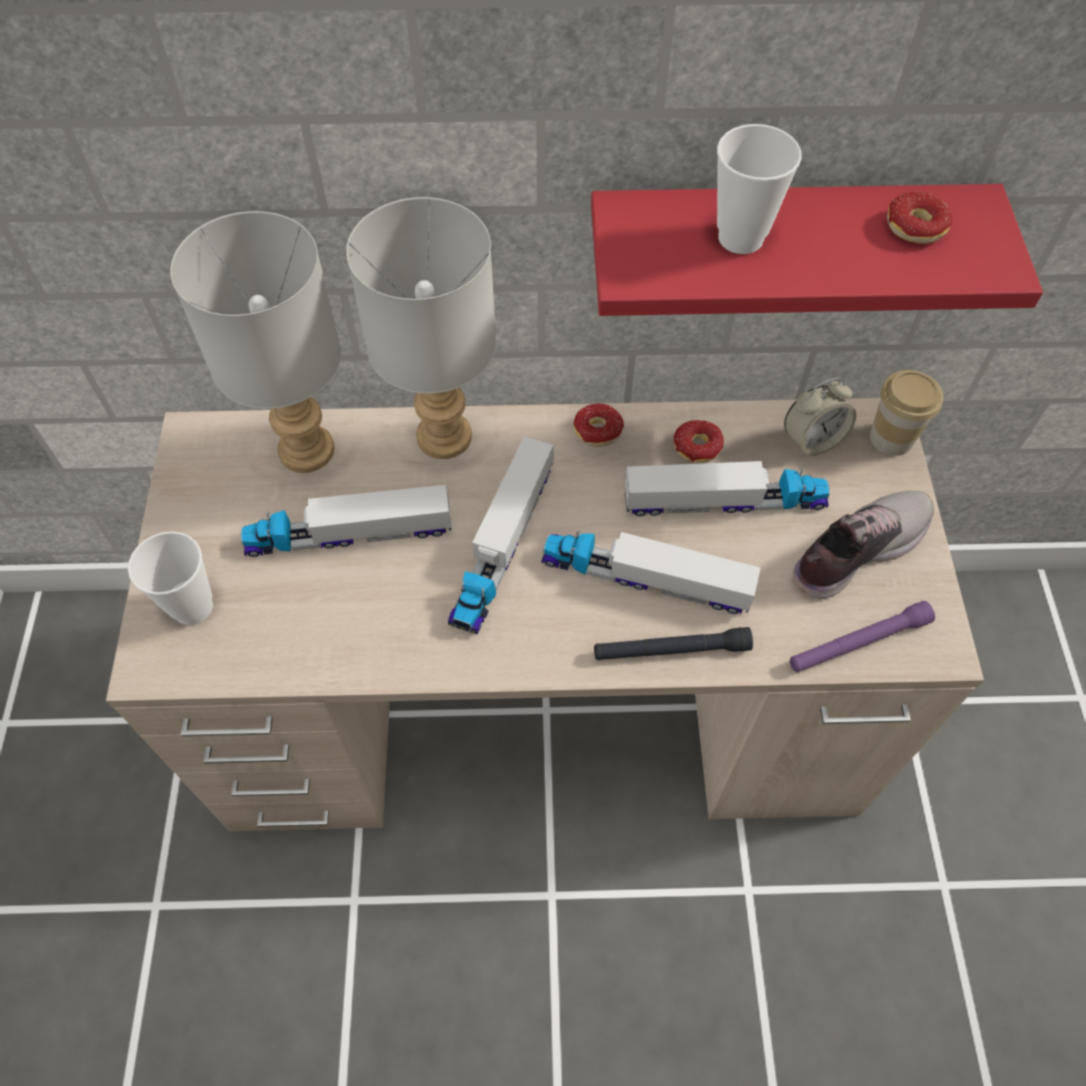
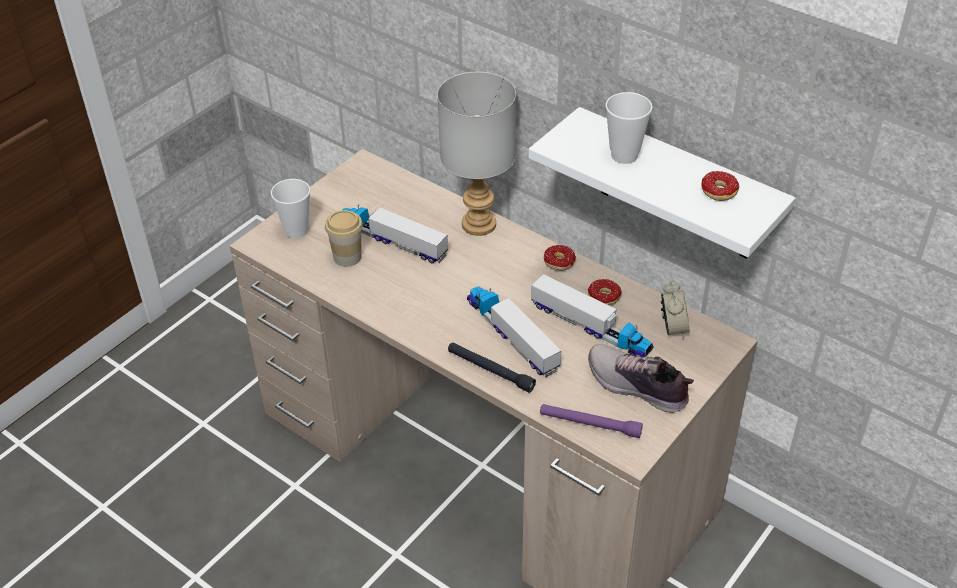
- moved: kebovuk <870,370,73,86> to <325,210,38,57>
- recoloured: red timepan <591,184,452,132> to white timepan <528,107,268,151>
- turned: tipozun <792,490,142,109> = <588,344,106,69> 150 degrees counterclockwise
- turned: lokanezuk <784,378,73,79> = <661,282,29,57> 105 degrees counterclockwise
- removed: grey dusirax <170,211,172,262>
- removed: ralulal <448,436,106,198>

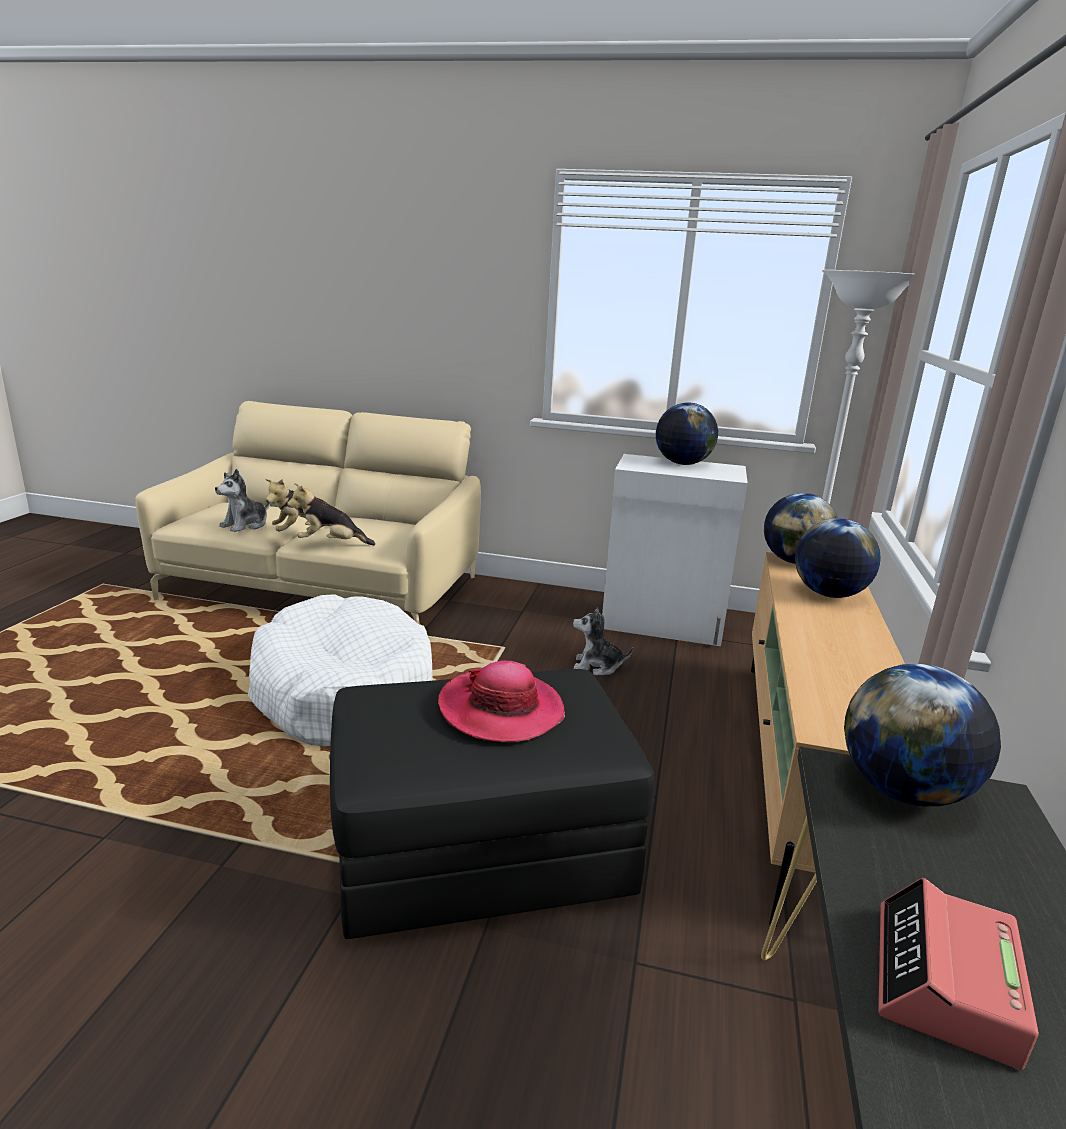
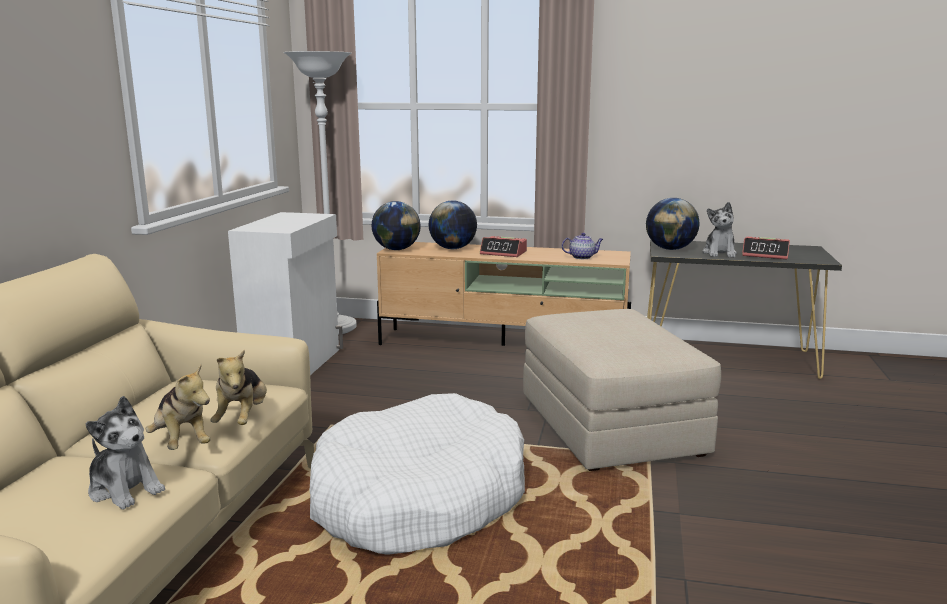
- added: lokanezuk <480,236,47,21>
- recoloured: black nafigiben <330,669,325,270> to beige nafigiben <523,309,198,162>
- added: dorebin <562,233,41,26>
- moved: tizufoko <573,607,60,69> to <702,202,35,56>
- removed: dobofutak <438,660,127,82>
- removed: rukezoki <656,402,62,63>

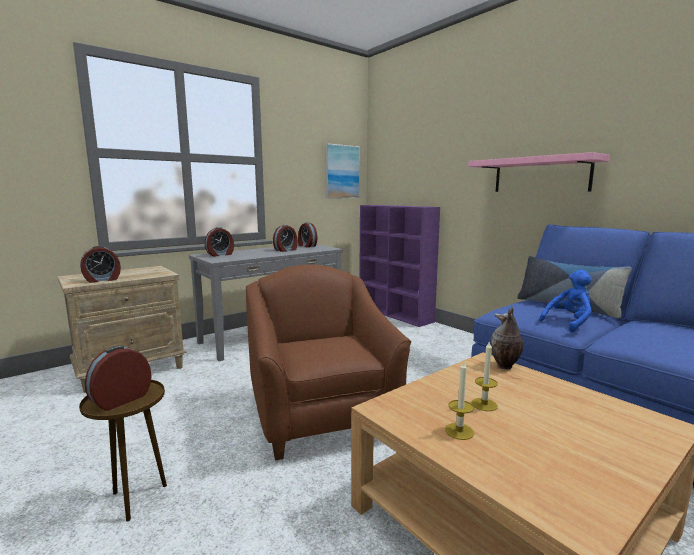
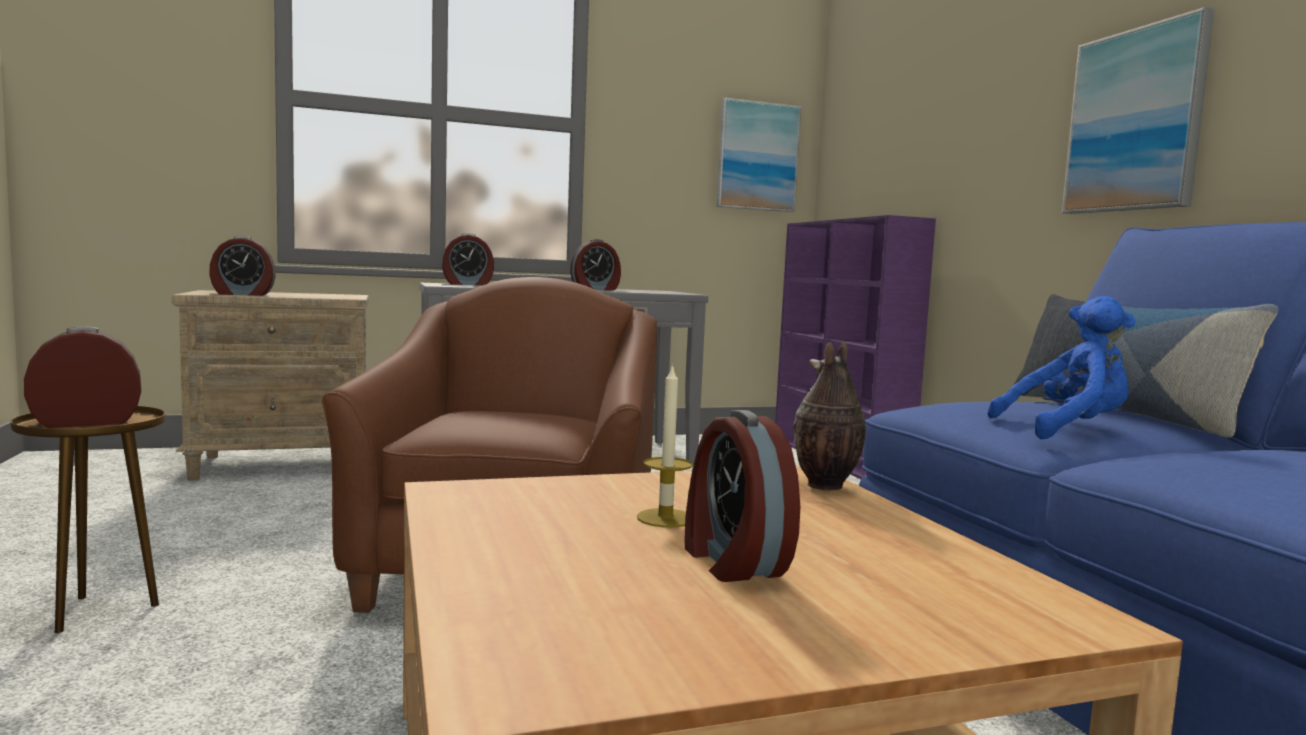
- moved: lokanezuk <298,222,19,25> to <685,410,115,172>
- replaced: pink timepan <468,152,142,40> to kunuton <1062,7,153,207>
- removed: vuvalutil <445,361,29,79>

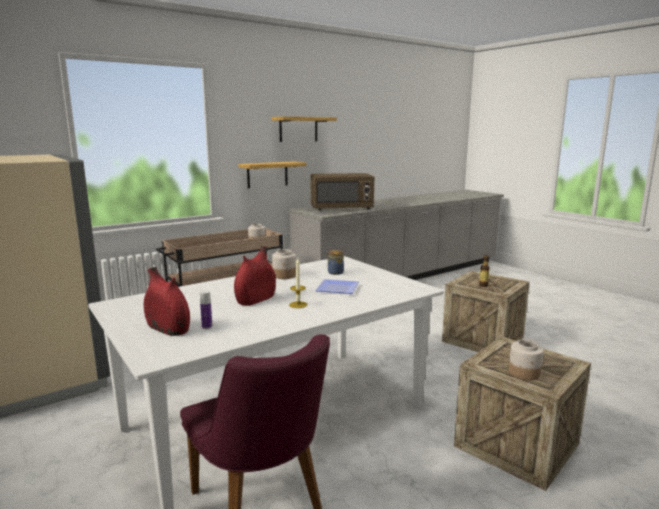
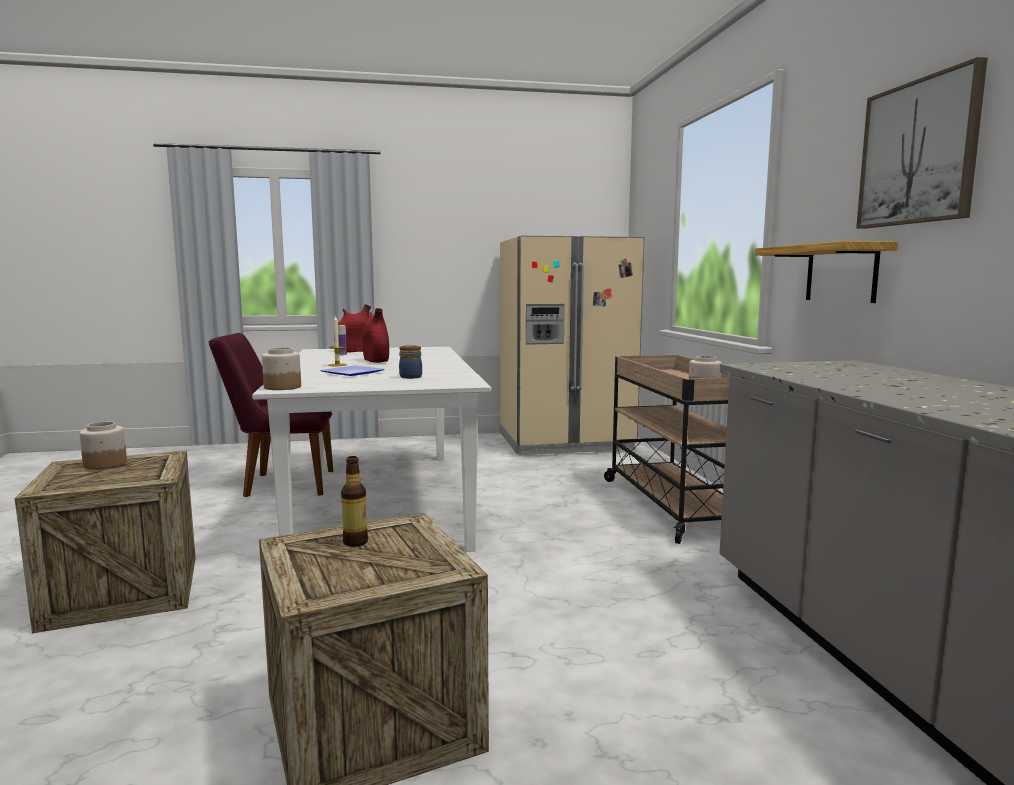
- moved: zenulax <272,249,24,30> to <262,347,39,43>
- replaced: timepan <271,117,66,25> to kunuton <856,57,132,172>
- removed: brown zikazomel <310,173,64,38>

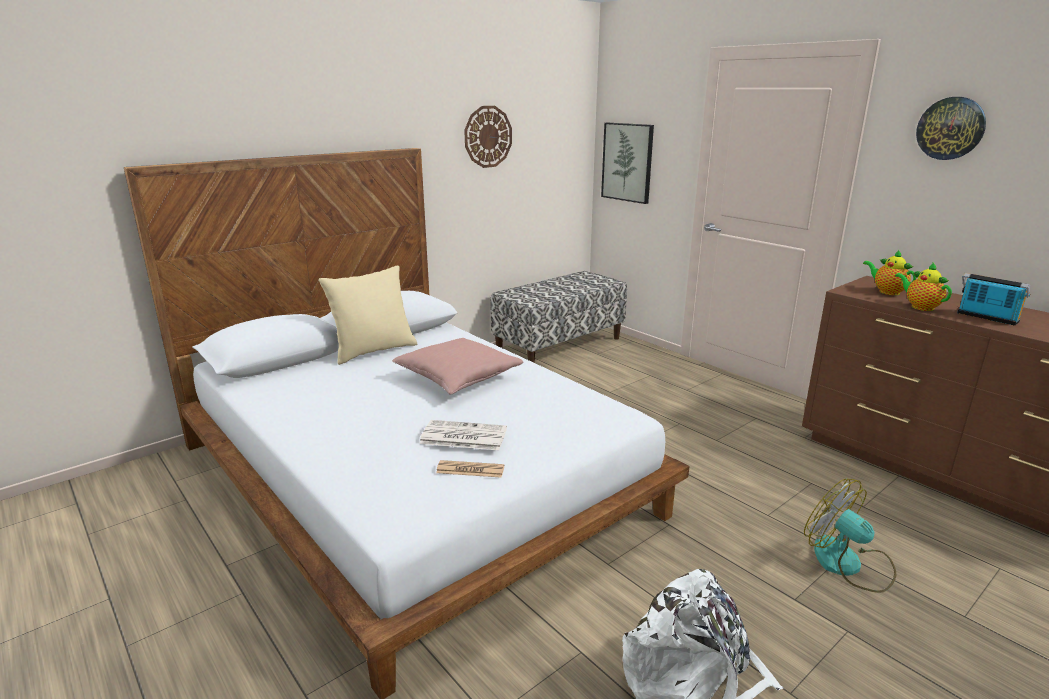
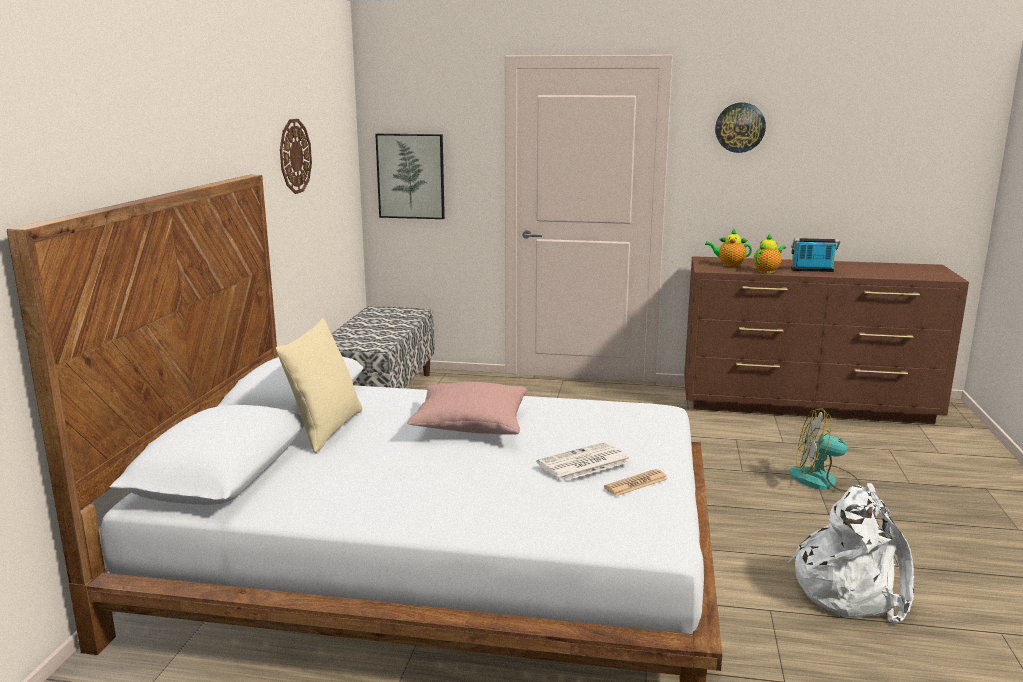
- turned: dorebin <895,263,57,48> = <753,233,33,40> 120 degrees clockwise

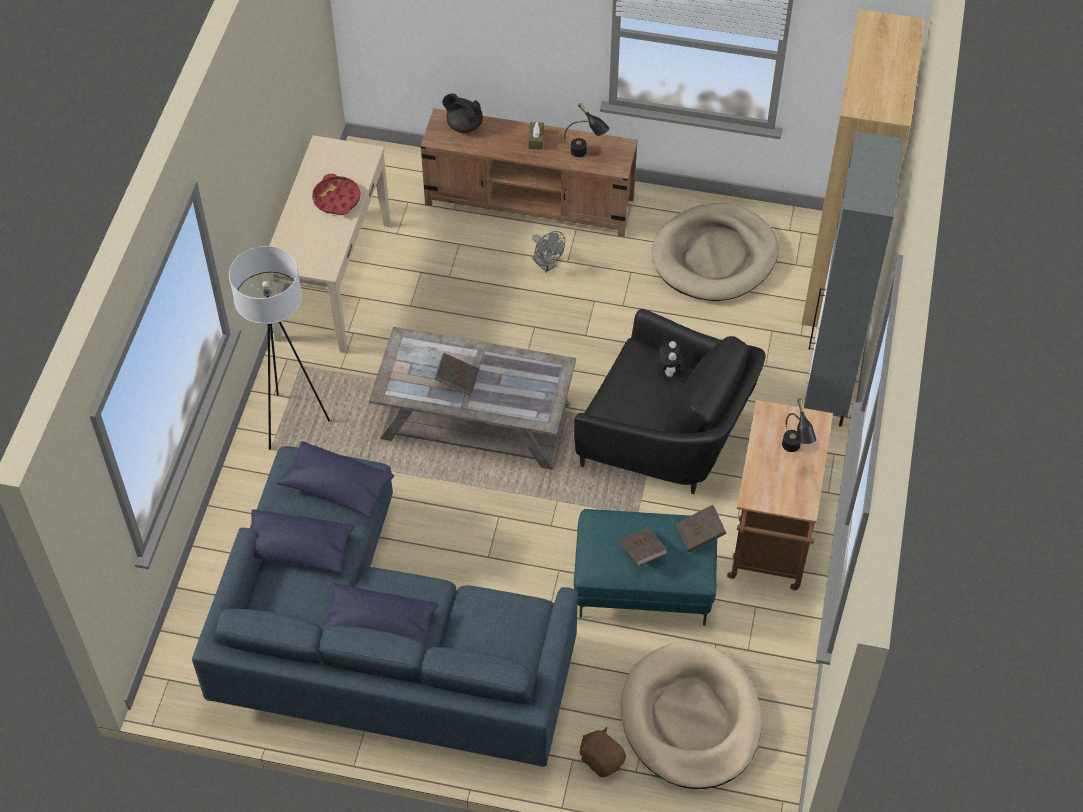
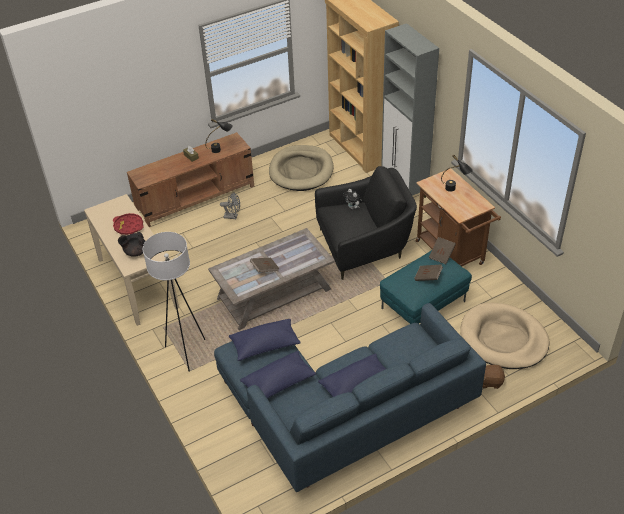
- moved: black dorebin <442,94,41,39> to <118,232,28,25>

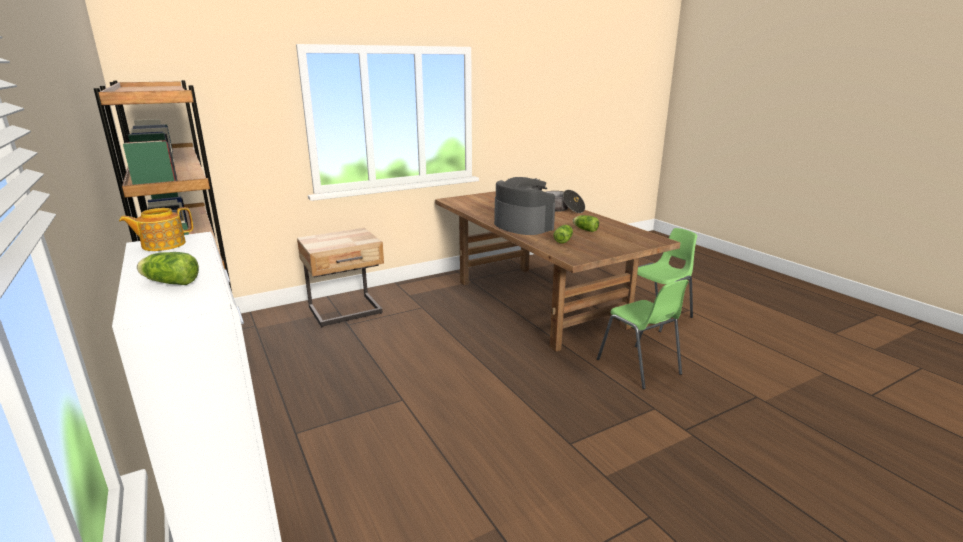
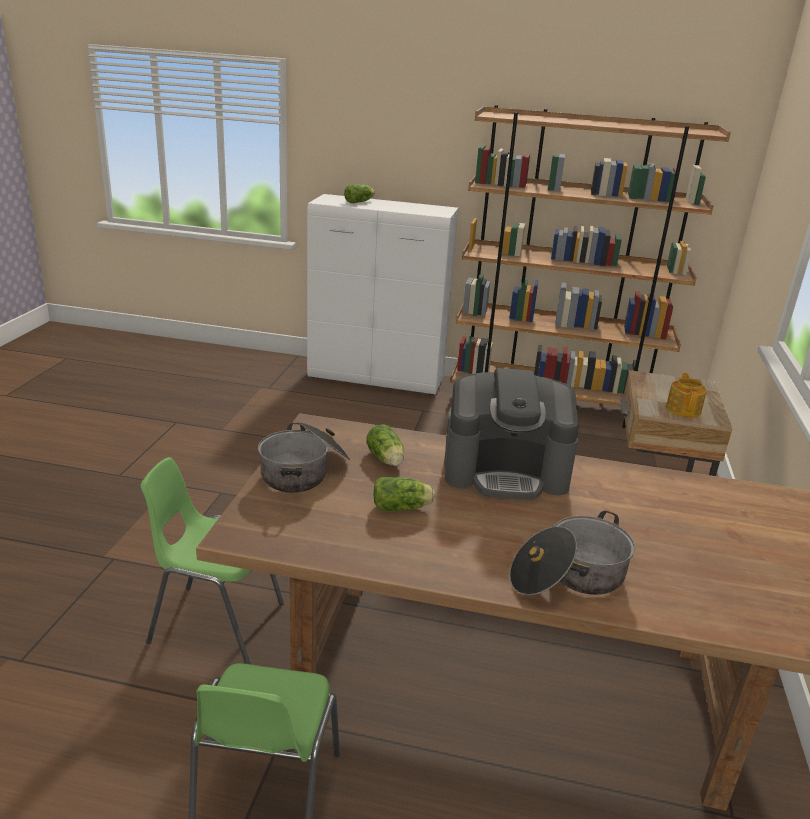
- added: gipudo <258,422,92,71>
- moved: dorebin <119,207,74,44> to <666,373,41,45>

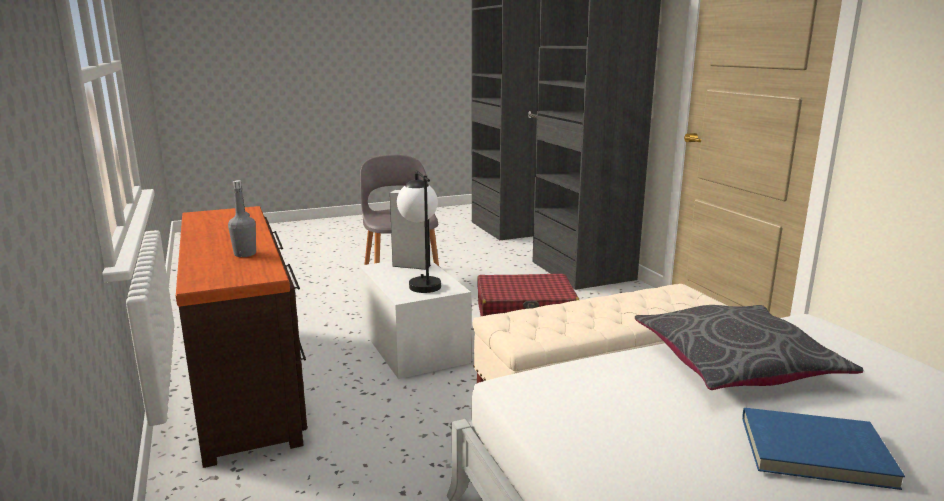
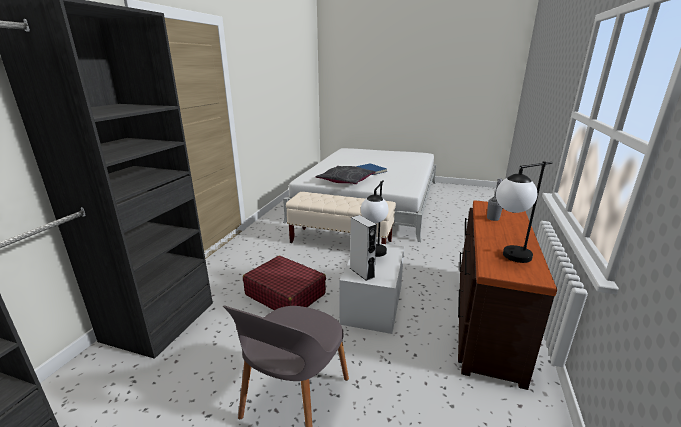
- added: dusirax <496,161,57,102>

